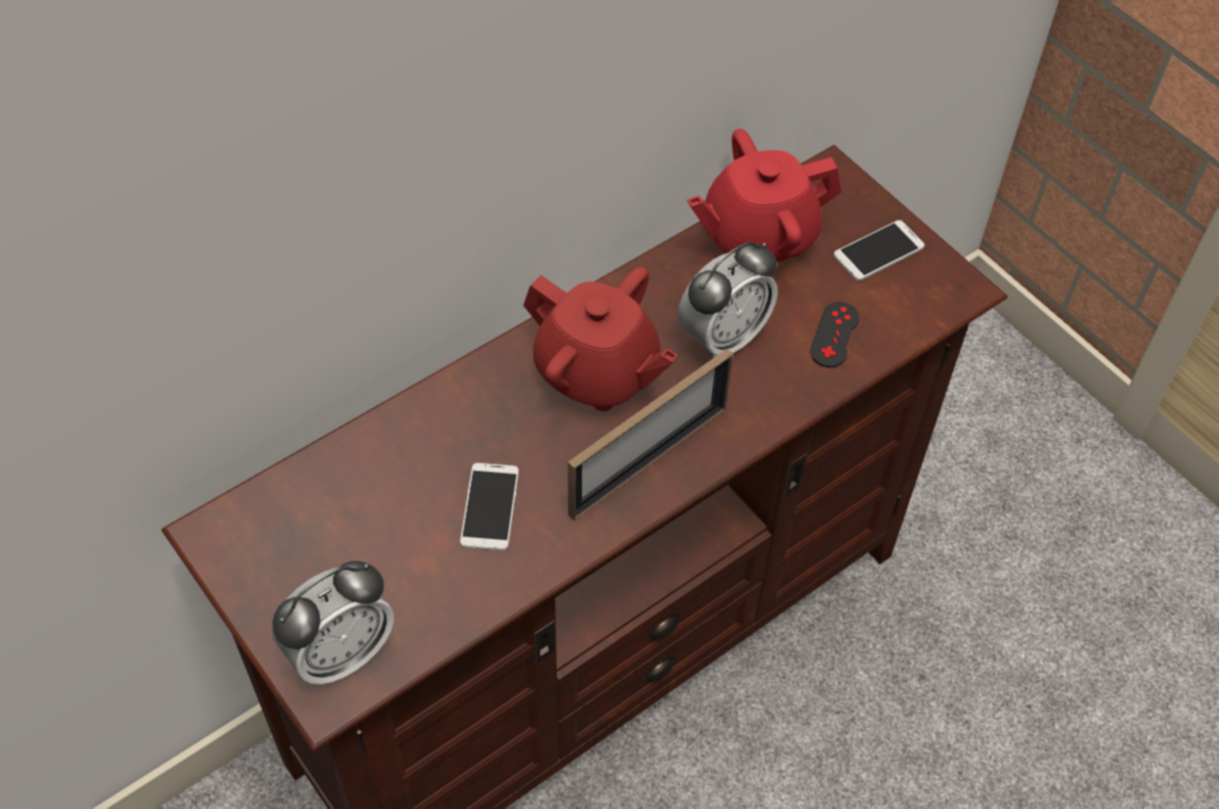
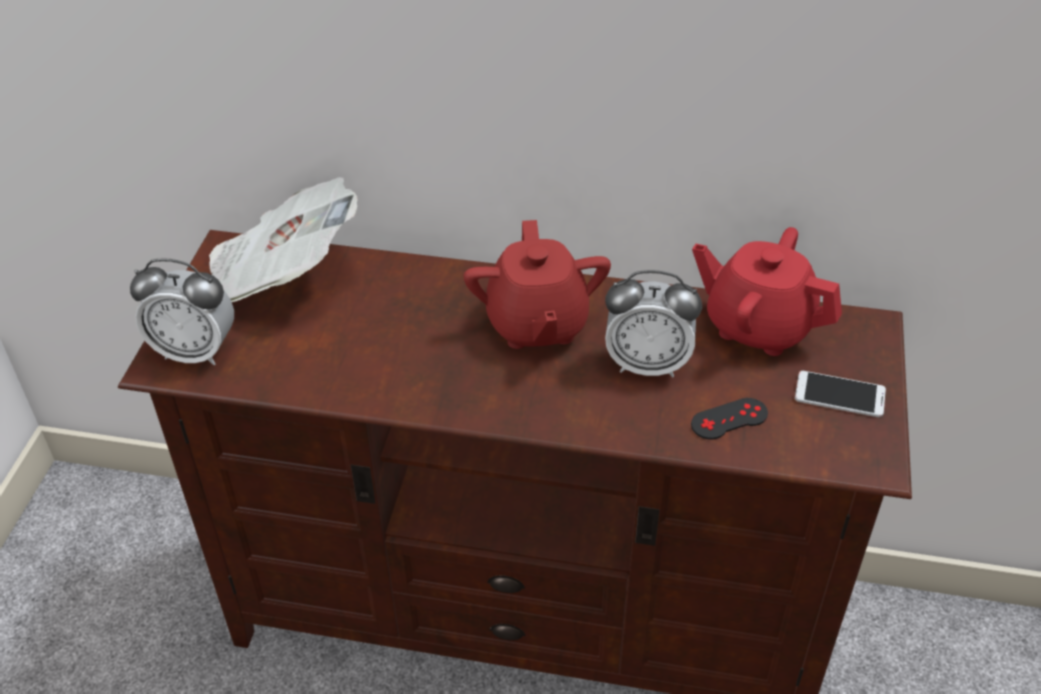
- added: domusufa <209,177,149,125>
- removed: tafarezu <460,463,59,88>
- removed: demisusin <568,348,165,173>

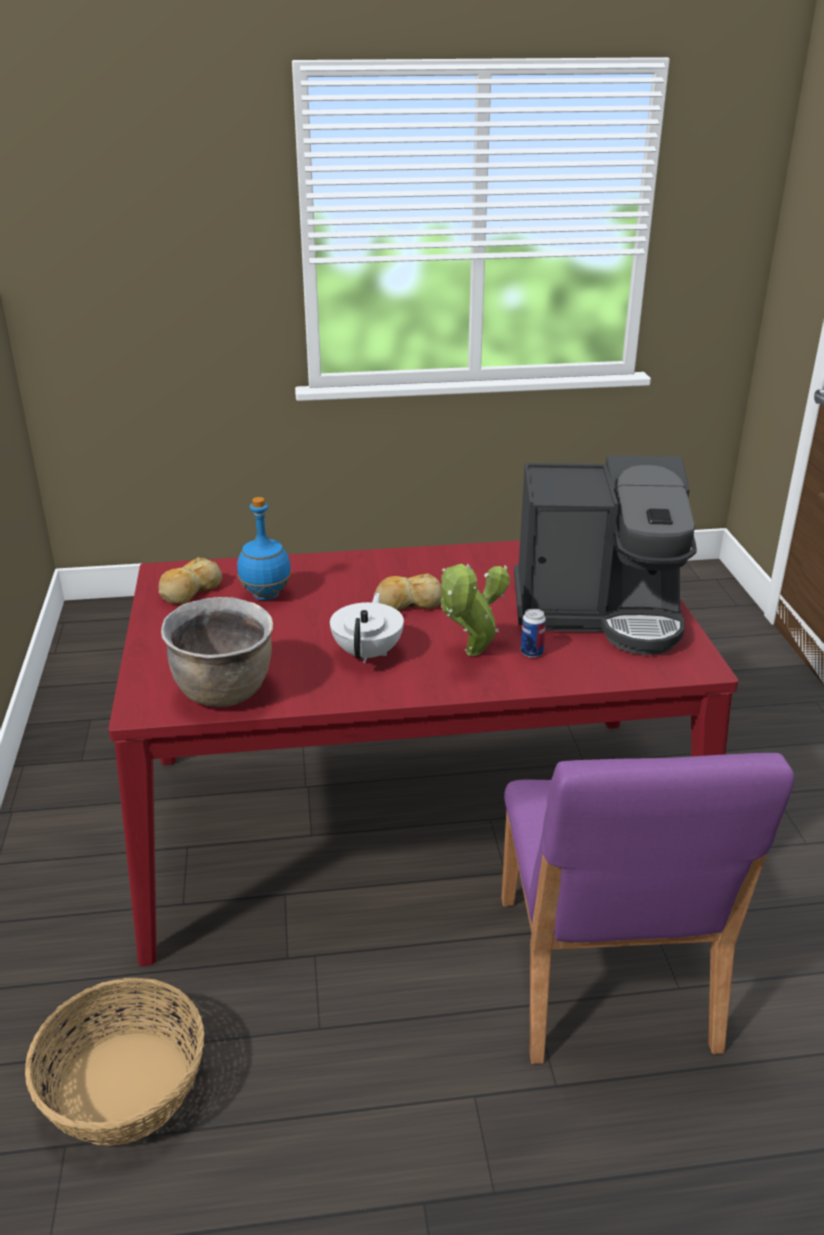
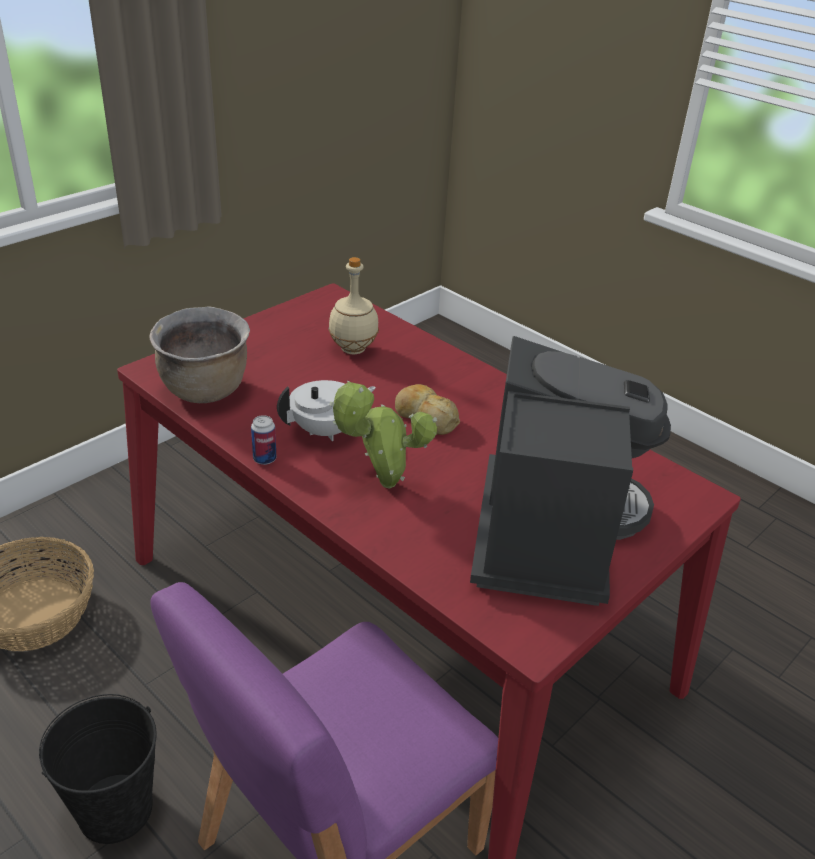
- added: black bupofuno <39,694,118,150>
- moved: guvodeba <521,609,25,49> to <251,415,25,50>
- recoloured: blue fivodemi <237,497,54,103> to beige fivodemi <328,257,51,97>
- turned: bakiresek <514,455,183,200> = <470,336,201,270> 135 degrees counterclockwise
- removed: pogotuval <159,557,63,47>

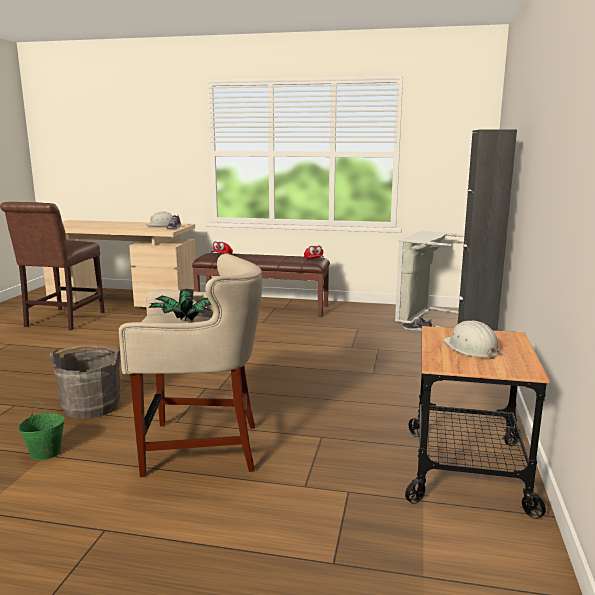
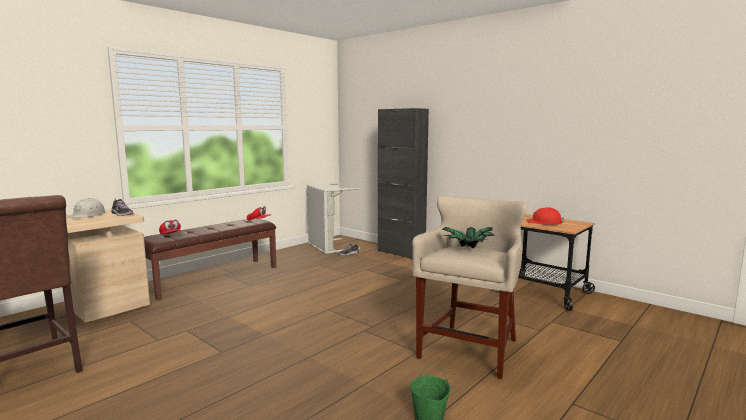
- recoloured: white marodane <443,321,57,38> to red marodane <527,207,37,18>
- removed: grey bupofuno <50,345,70,74>

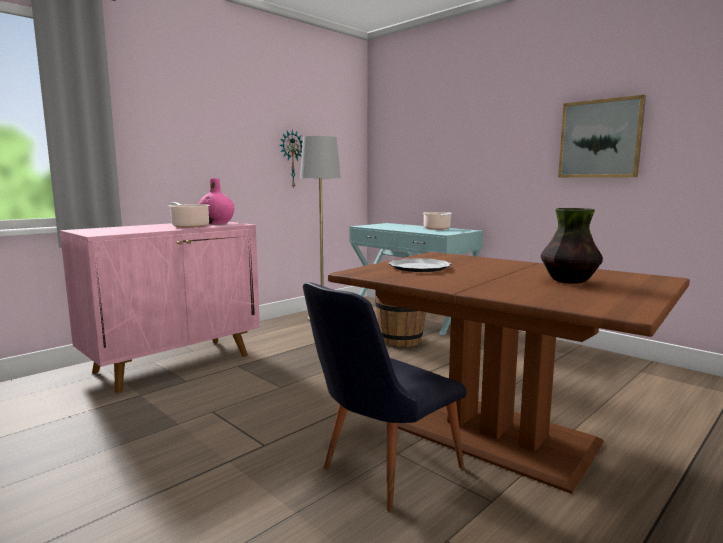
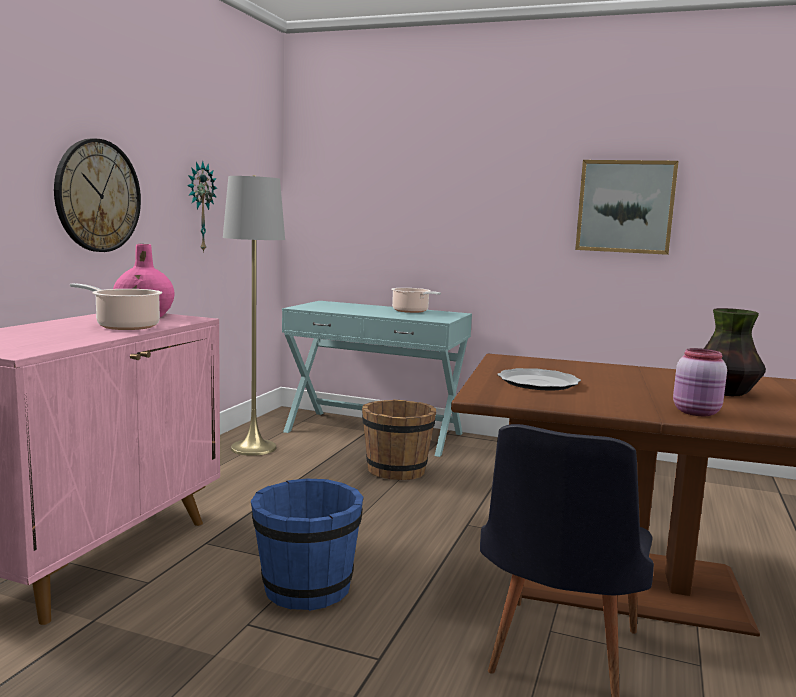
- added: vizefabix <54,139,87,113>
- added: blue bupofuno <251,479,112,132>
- added: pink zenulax <673,348,54,68>

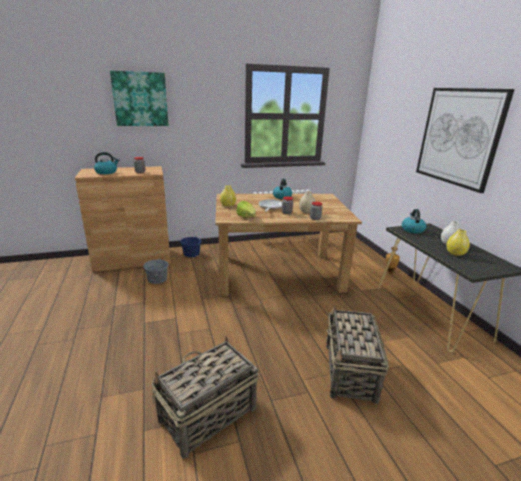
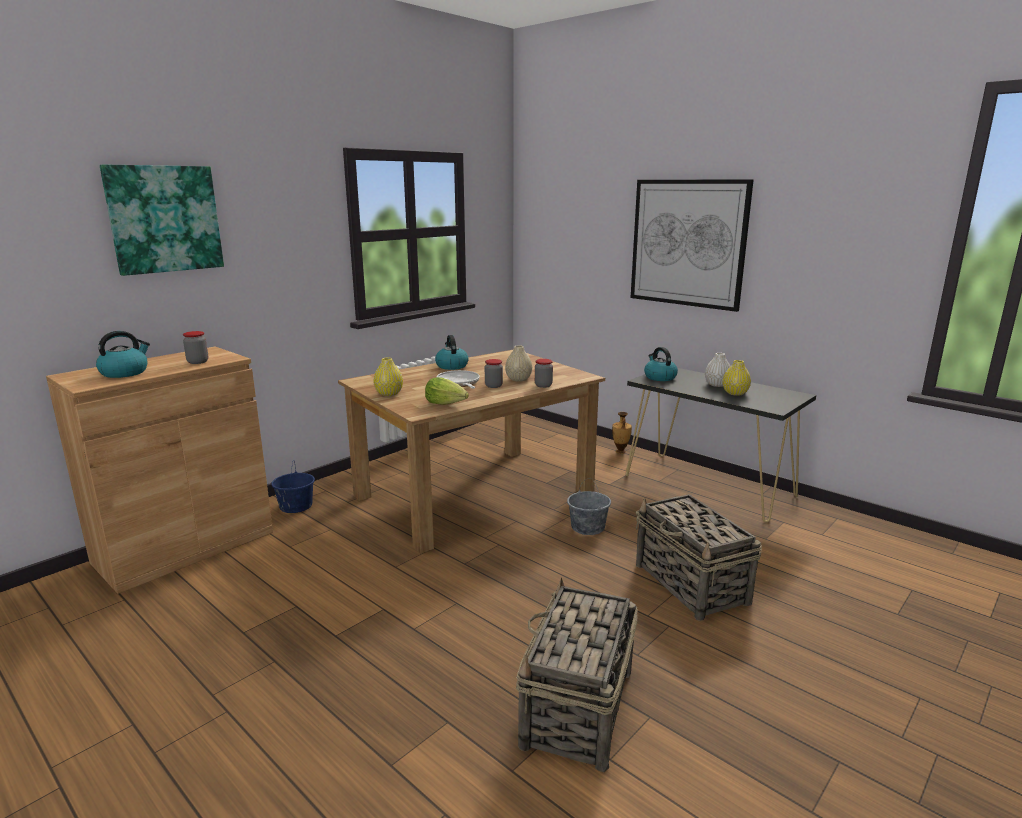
- moved: grey bupofuno <143,253,26,31> to <567,478,44,57>

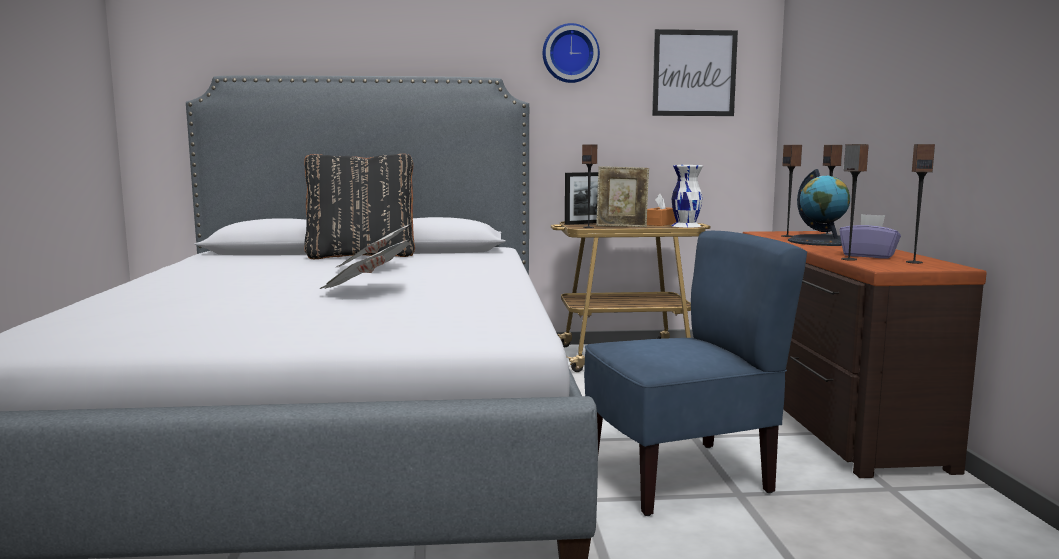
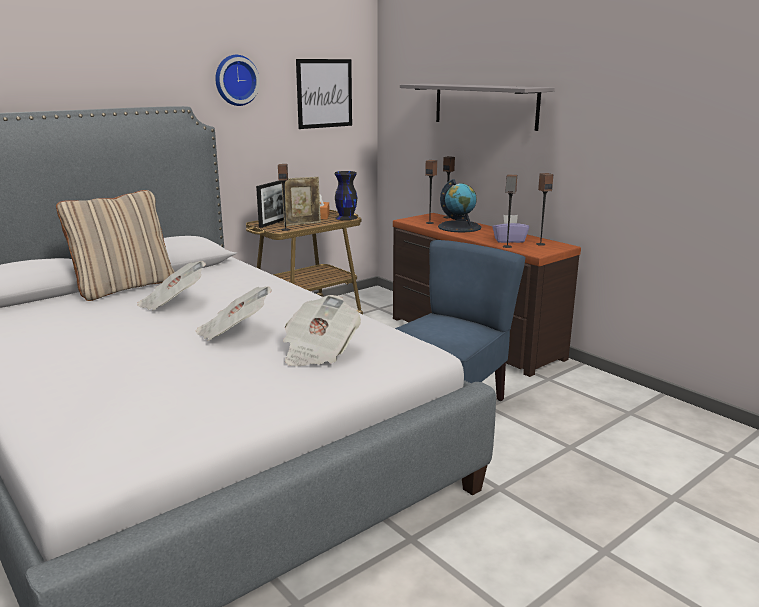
- recoloured: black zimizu <304,154,111,105> to beige zimizu <56,190,118,111>
- added: domusufa <283,295,78,71>
- recoloured: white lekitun <671,165,32,62> to black lekitun <334,171,23,49>
- added: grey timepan <400,84,155,47>

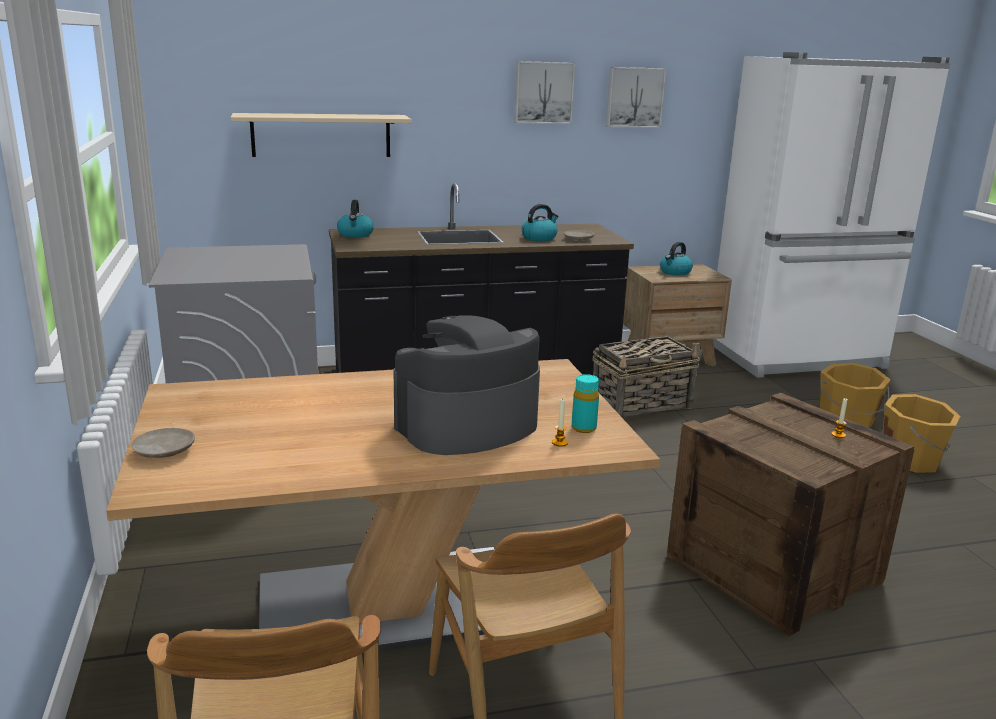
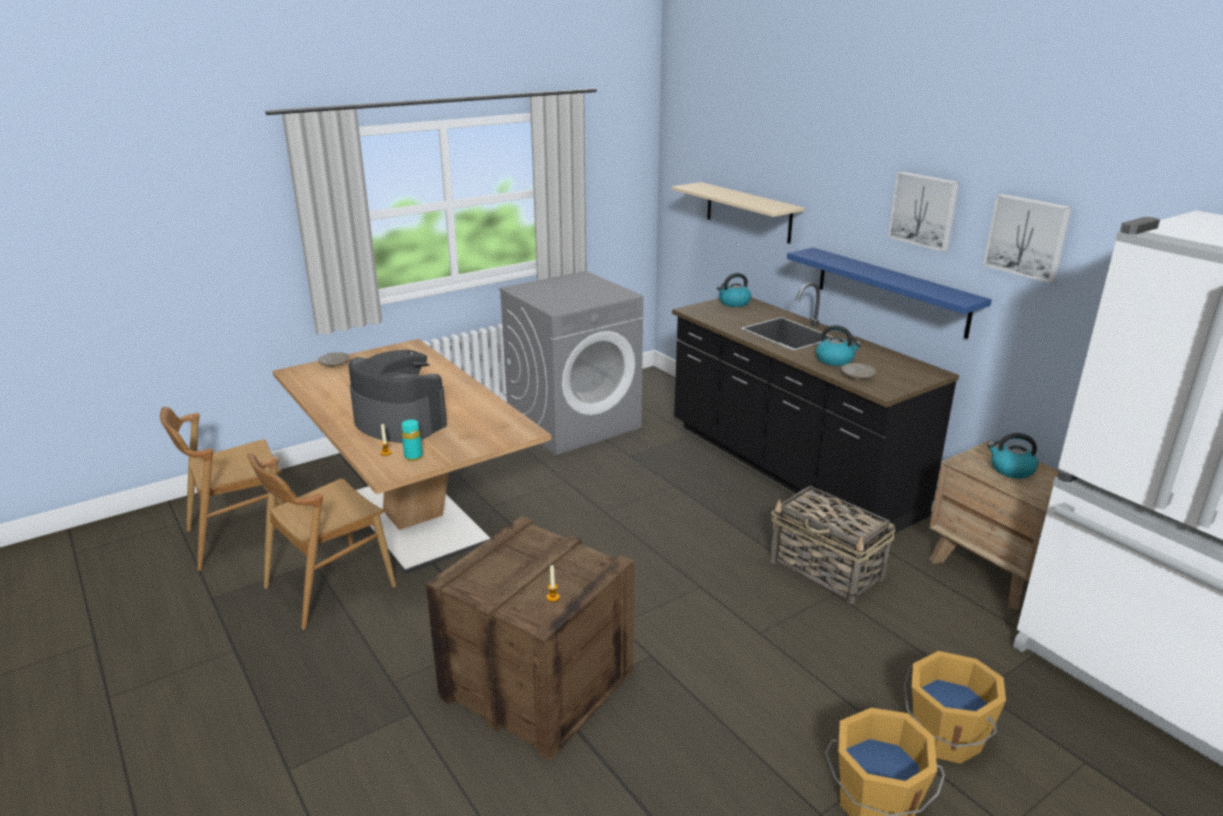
- added: blue timepan <787,248,205,91>

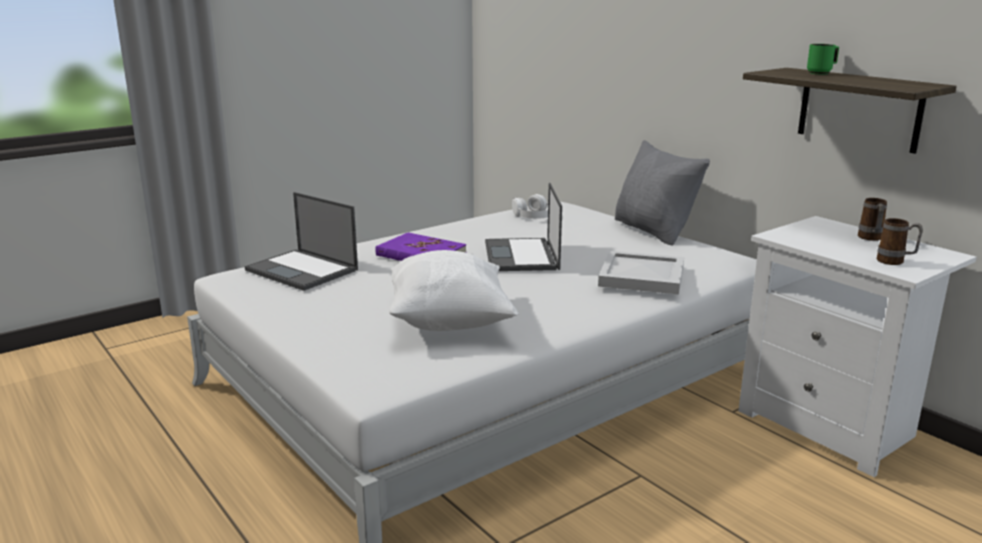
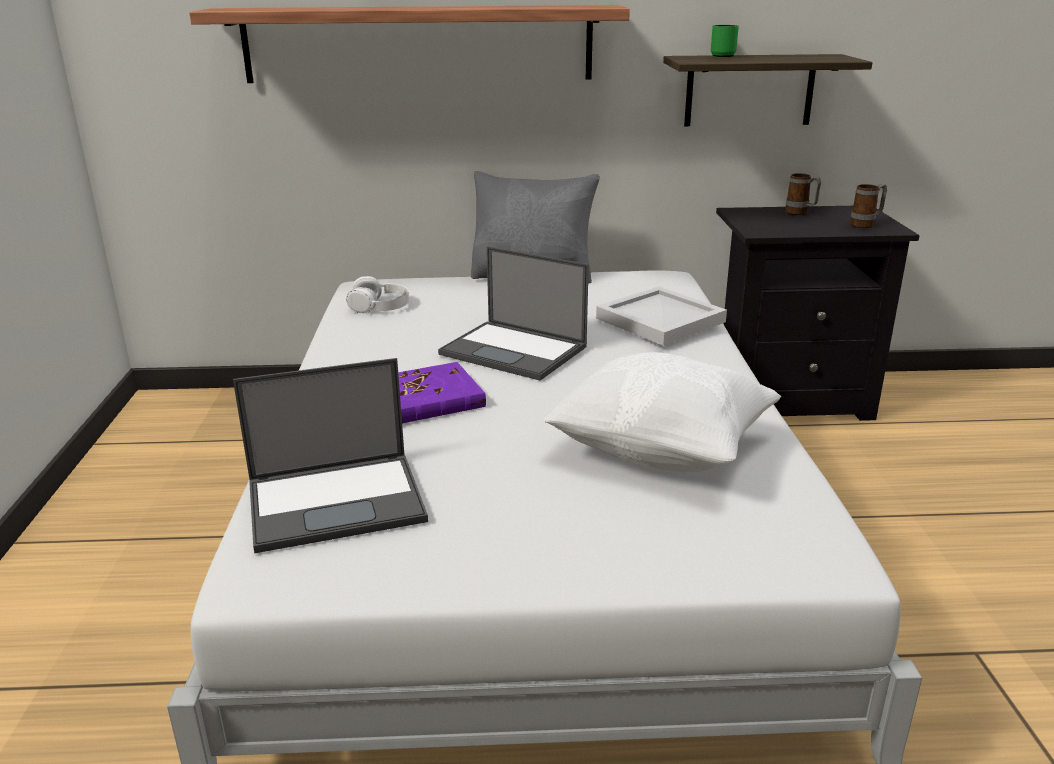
- added: timepan <189,5,441,78>
- recoloured: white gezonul <738,216,239,261> to black gezonul <716,206,204,215>

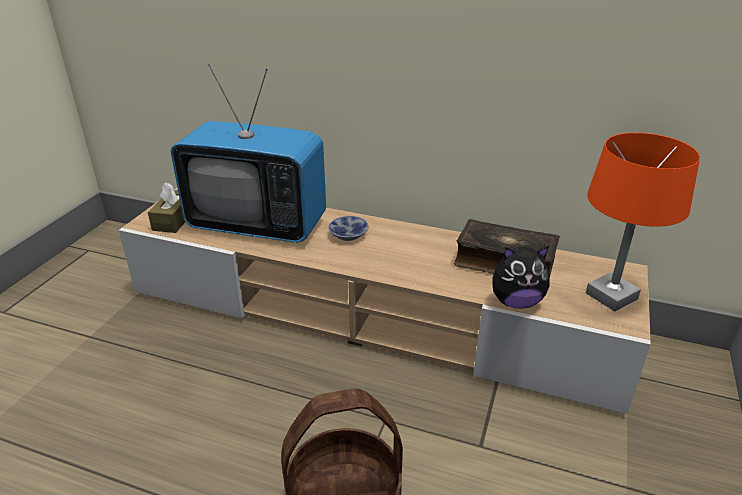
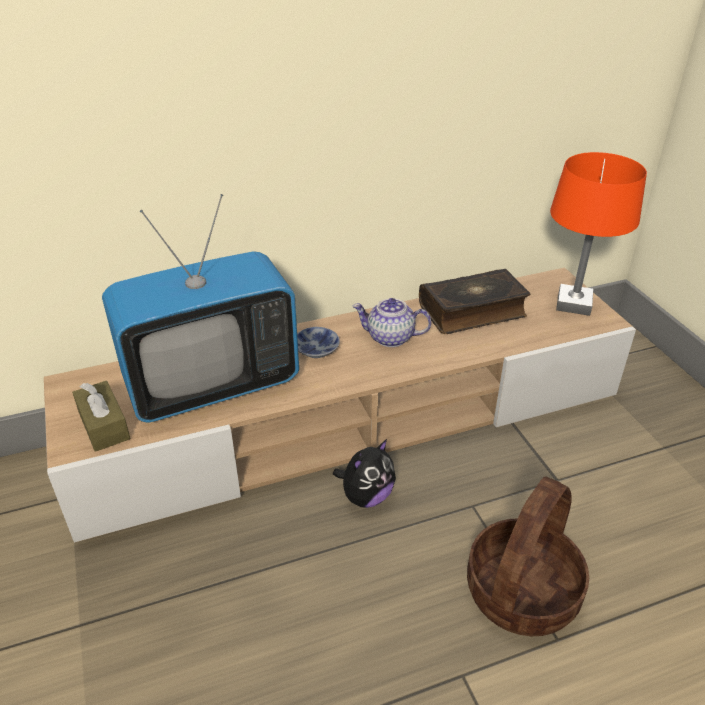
- moved: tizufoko <492,246,57,63> to <333,439,63,69>
- added: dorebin <353,298,78,49>

